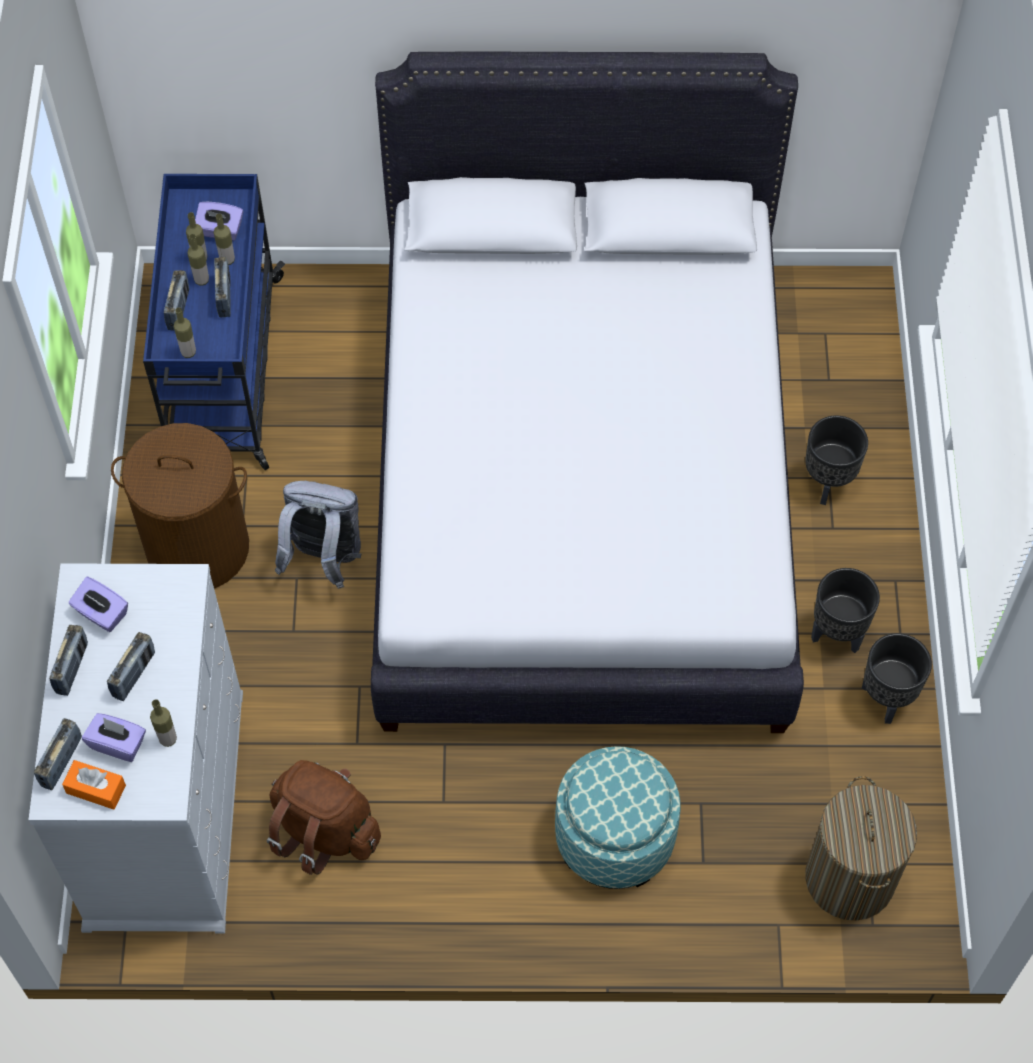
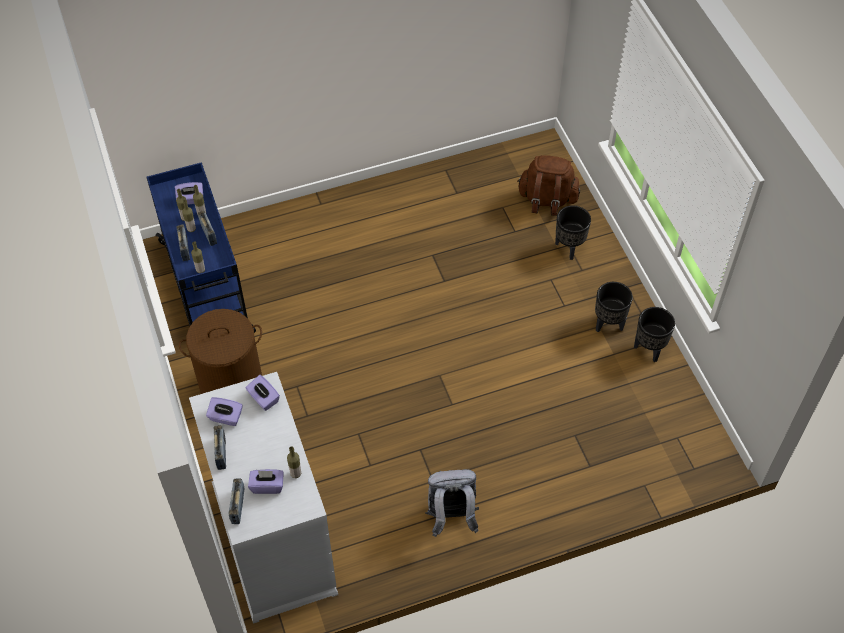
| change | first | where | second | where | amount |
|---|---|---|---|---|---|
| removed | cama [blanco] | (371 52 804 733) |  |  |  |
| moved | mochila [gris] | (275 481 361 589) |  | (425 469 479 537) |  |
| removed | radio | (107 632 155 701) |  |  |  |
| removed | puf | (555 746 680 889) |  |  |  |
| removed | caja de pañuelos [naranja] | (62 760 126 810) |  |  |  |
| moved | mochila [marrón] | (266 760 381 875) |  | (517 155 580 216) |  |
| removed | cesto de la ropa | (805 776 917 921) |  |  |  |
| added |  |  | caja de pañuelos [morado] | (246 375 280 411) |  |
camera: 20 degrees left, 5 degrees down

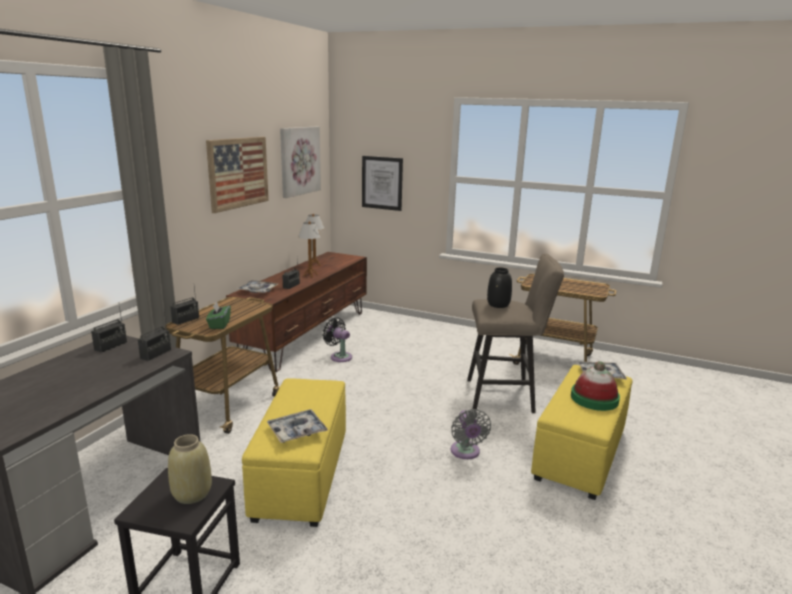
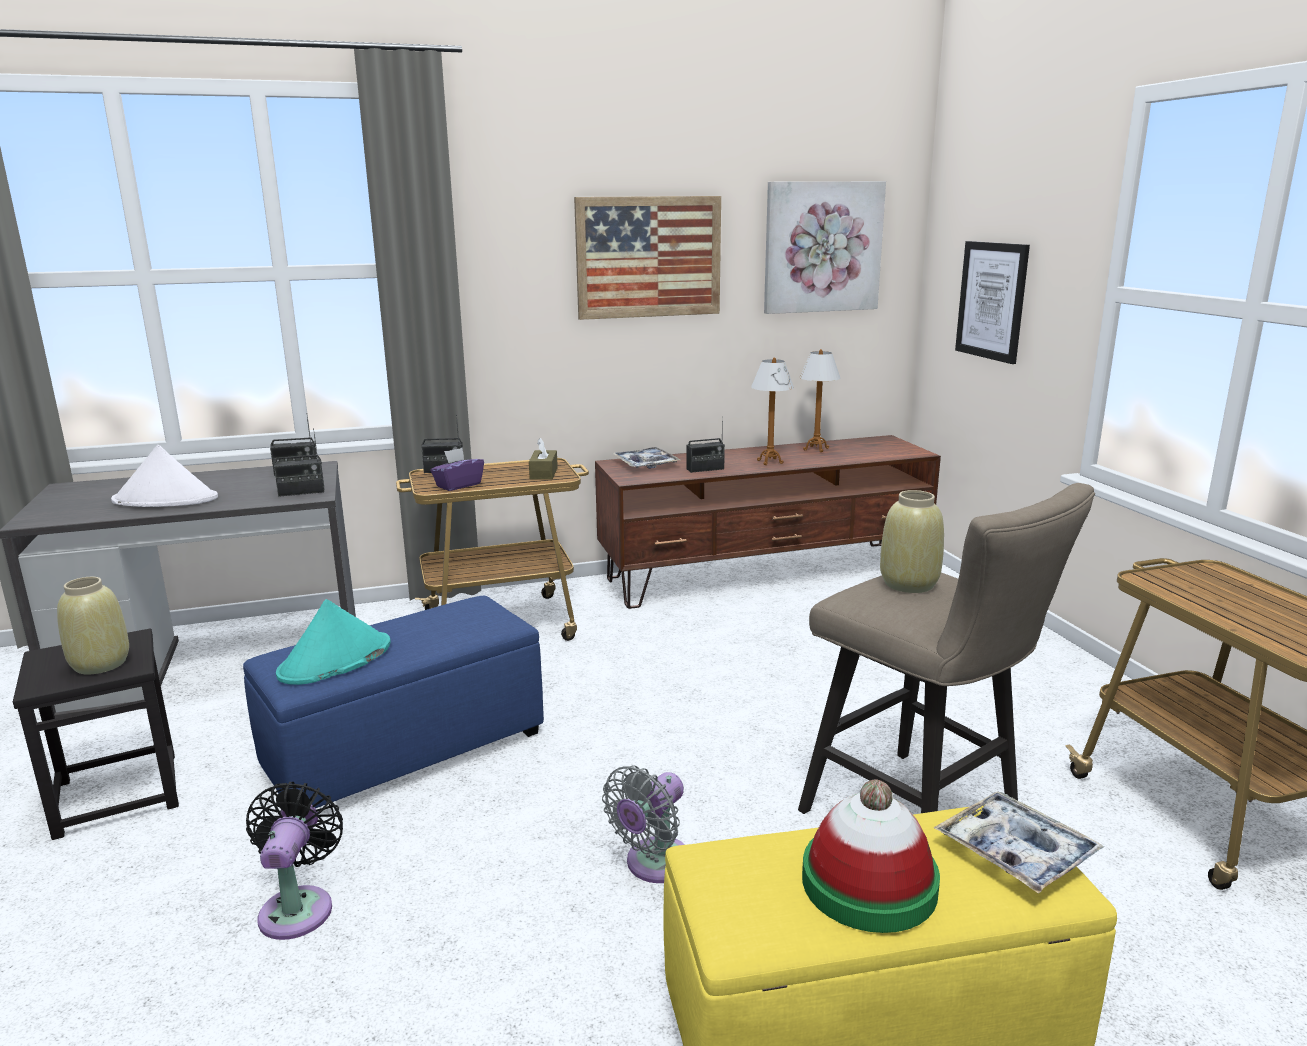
| change | first | where | second | where | amount |
|---|---|---|---|---|---|
| recoloured | florero [negro] | (487 267 512 308) | florero [beis] | (880 490 944 593) |  |
| recoloured | caja de pañuelos [verde] | (206 302 231 329) | caja de pañuelos [morado] | (430 448 484 491) |  |
| moved | ventilador [negro] | (323 317 352 362) |  | (246 782 343 940) |  |
| recoloured | puf [amarillo] | (242 378 346 527) | puf [azul] | (243 596 544 808) |  |
| replaced | bandeja | (267 409 328 443) | sombrero [turquesa] | (276 599 391 685) |  |
| added |  |  | caja de pañuelos [marrón] | (529 438 558 480) |  |
| added |  |  | sombrero [blanco] | (111 445 218 507) |  |
camera: 50 degrees right, 0 degrees up

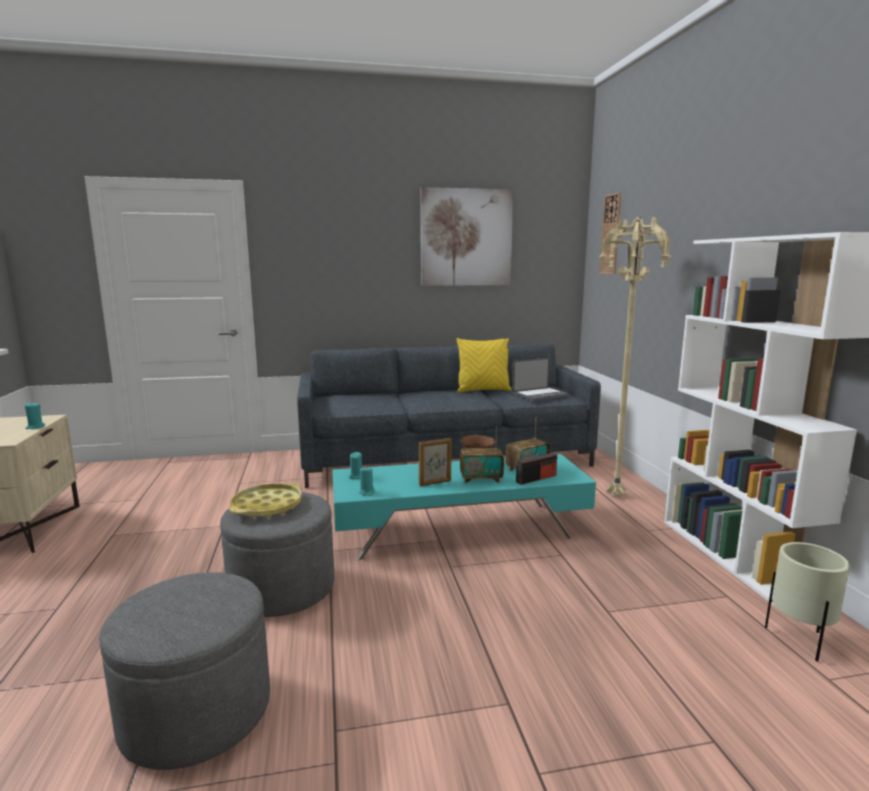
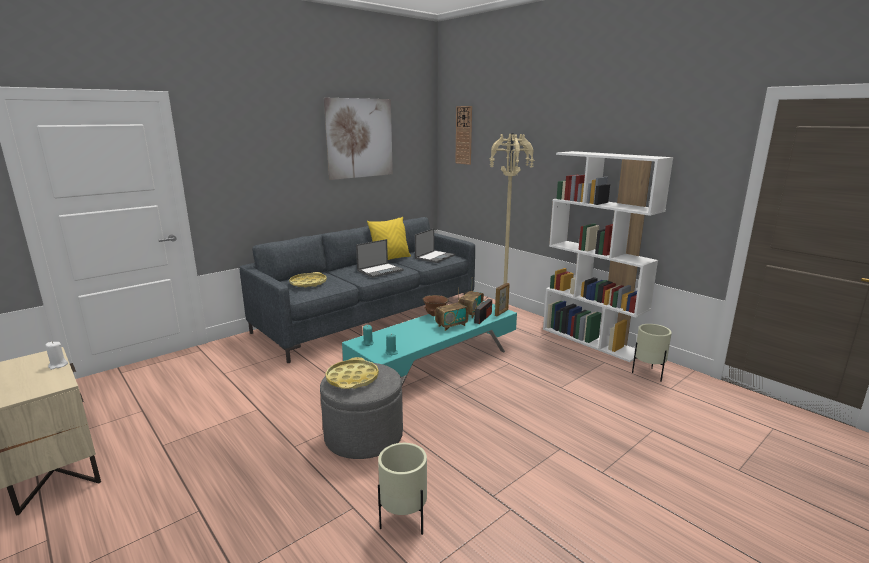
| change | first | where | second | where | amount |
|---|---|---|---|---|---|
| recoloured | vela [turquesa] | (25 402 45 429) | vela [blanco] | (46 342 68 370) |  |
| moved | portarretratos | (419 438 452 486) |  | (495 283 510 316) |  |
| replaced | puf [gris] | (99 572 270 770) | maceta [beis] | (378 443 427 535) |  |
| added |  |  | portátil | (356 239 404 278) |  |
| added |  |  | bandeja [amarillo] | (289 272 327 288) |  |
camera: 30 degrees left, 5 degrees up

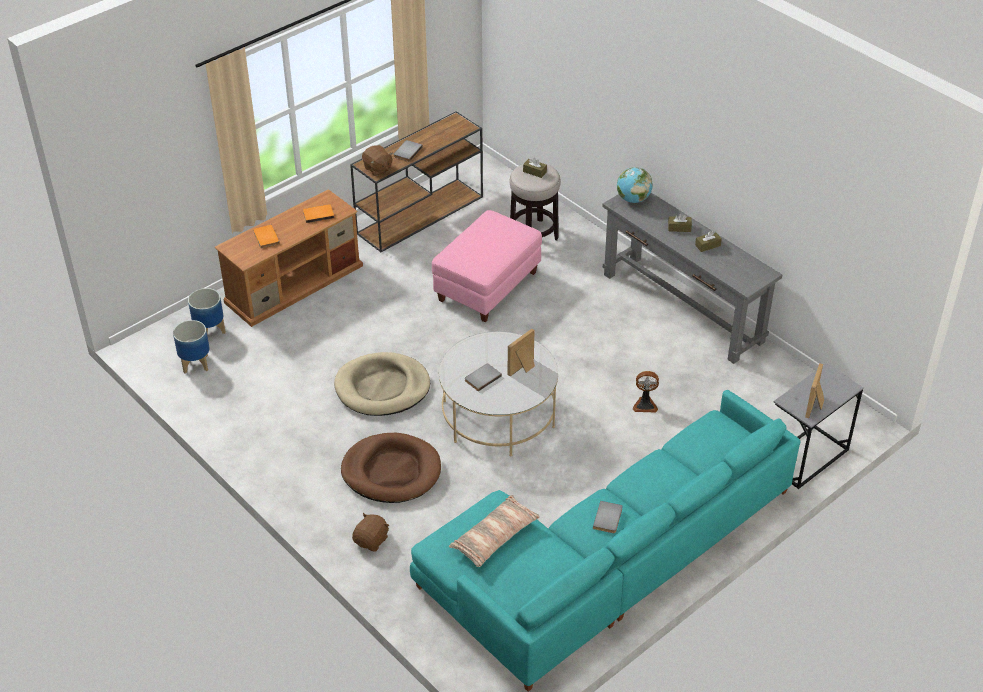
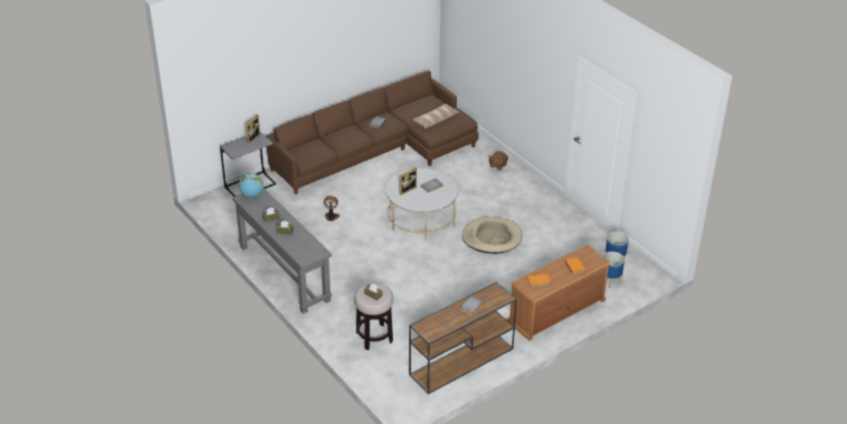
| change | first | where | second | where | amount |
|---|---|---|---|---|---|
| removed | peluche [marrón] | (362 145 393 176) |  |  |  |
| moved | globo terráqueo | (617 167 653 203) |  | (238 173 263 197) |  |
| removed | puf [rosa] | (432 210 542 322) |  |  |  |
| recoloured | sofá [turquesa] | (410 390 801 692) | sofá [marrón] | (266 71 479 194) |  |
| removed | cama para perro [marrón] | (341 433 441 503) |  |  |  |
camera: 175 degrees left, 5 degrees down

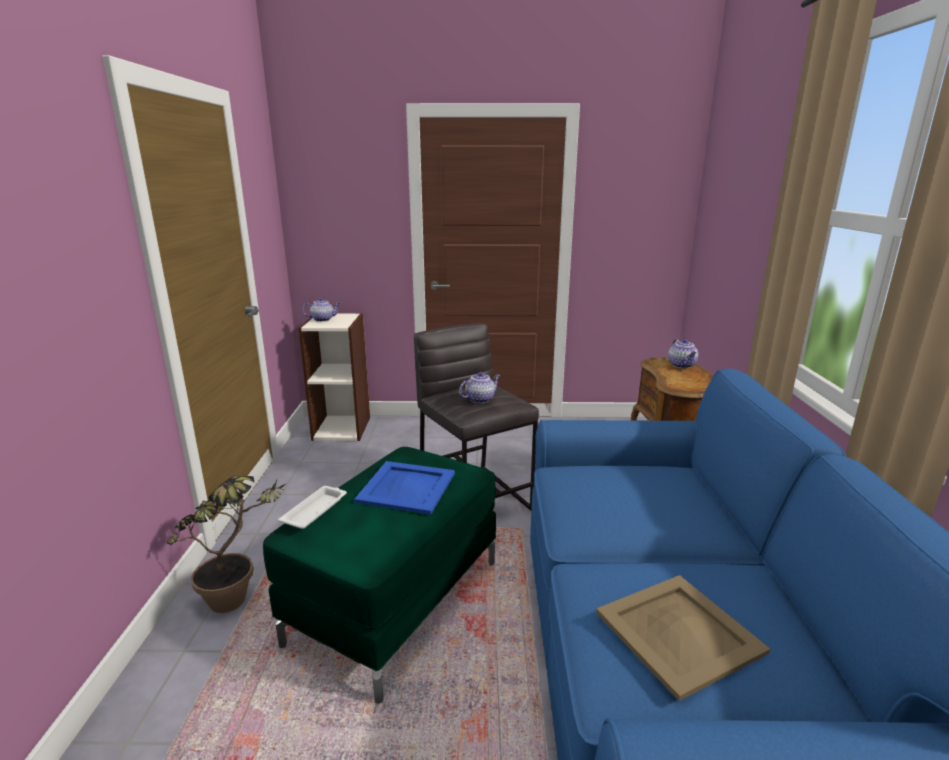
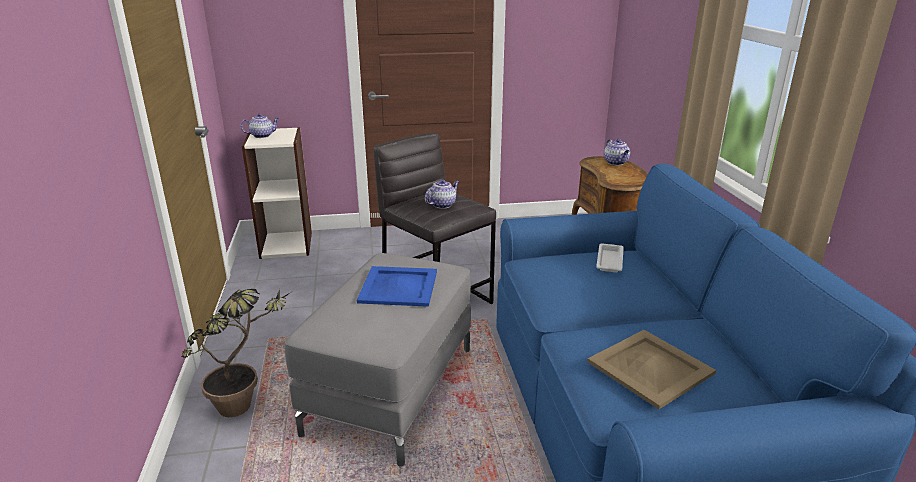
| change | first | where | second | where | amount |
|---|---|---|---|---|---|
| recoloured | puf [verde] | (263 447 496 704) | puf [gris] | (285 253 471 467) |  |
| moved | bandeja [blanco] | (278 486 347 529) |  | (596 243 624 272) |  |
camera: 10 degrees left, 5 degrees up

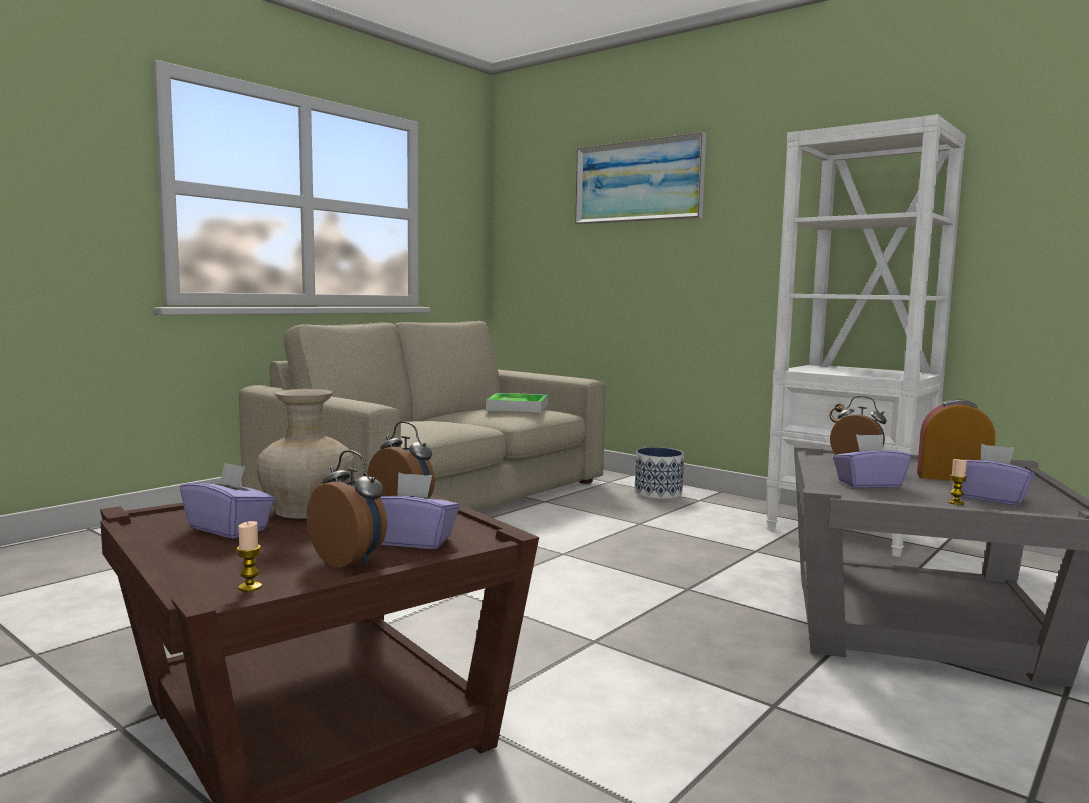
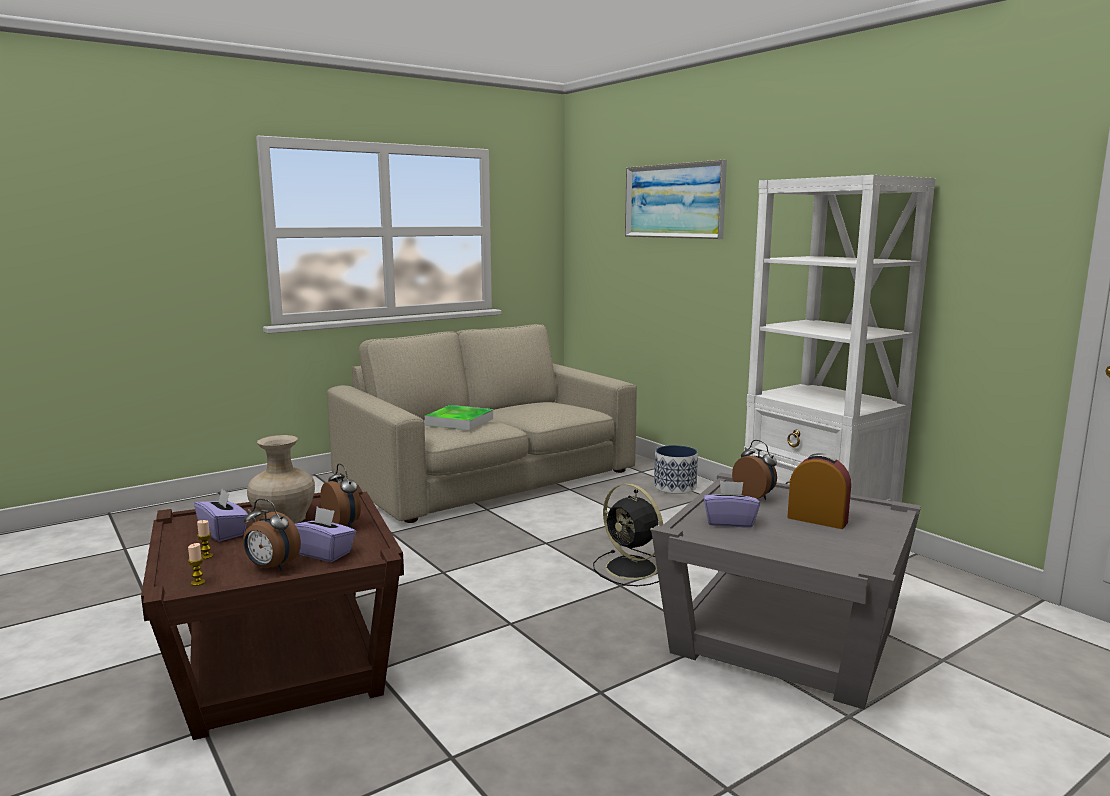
| change | first | where | second | where | amount |
|---|---|---|---|---|---|
| moved | bandeja | (486 393 548 413) |  | (425 405 493 431) |  |
| removed | caja de pañuelos [morado] | (961 444 1035 505) |  |  |  |
| turned | despertador | (306 450 387 568) |  | (243 499 301 571) | 150 degrees clockwise |
| moved | vela | (948 459 967 505) |  | (197 520 213 559) |  |
| added |  |  | ventilador [negro] | (593 483 663 586) |  |
camera: 15 degrees right, 5 degrees up

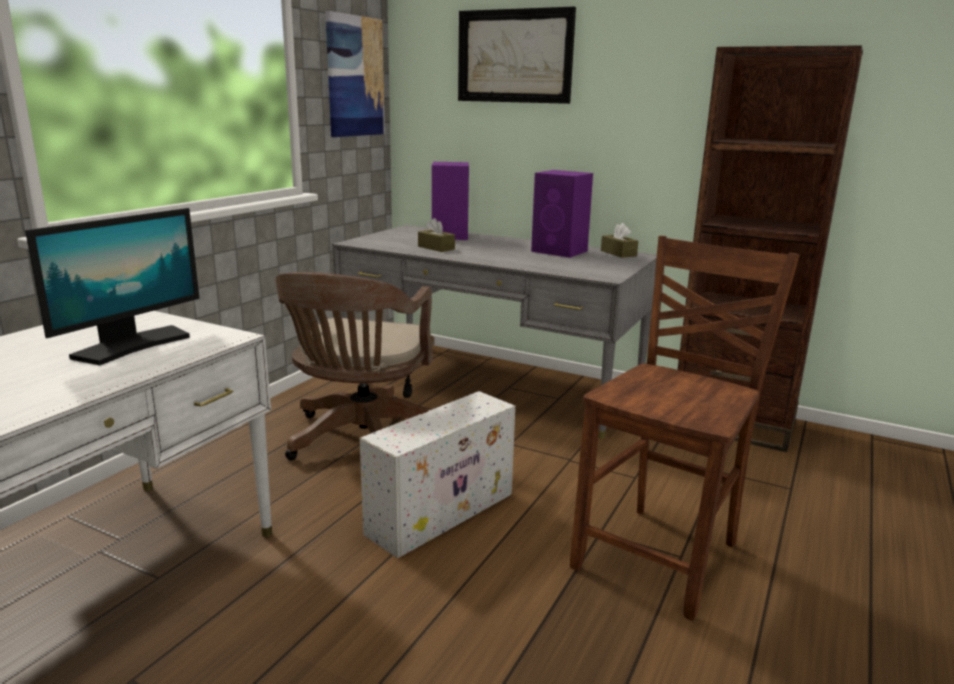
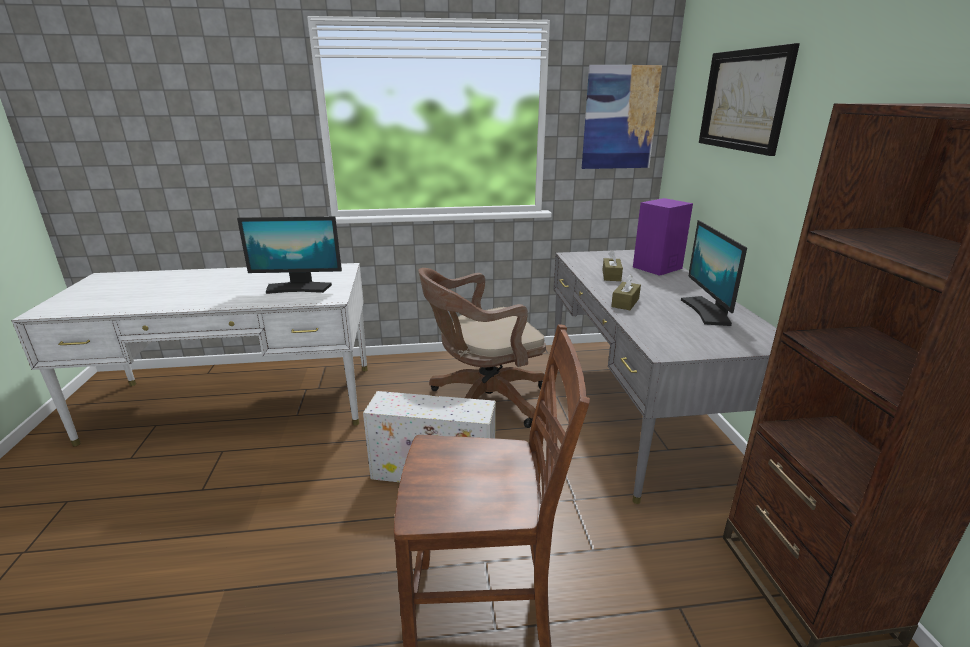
| change | first | where | second | where | amount |
|---|---|---|---|---|---|
| replaced | altavoz [morado] | (531 170 593 258) | monitor | (681 220 747 326) |  |
| moved | caja de pañuelos [marrón] | (601 223 638 258) |  | (611 274 641 310) |  |
camera: 55 degrees right, 5 degrees up

